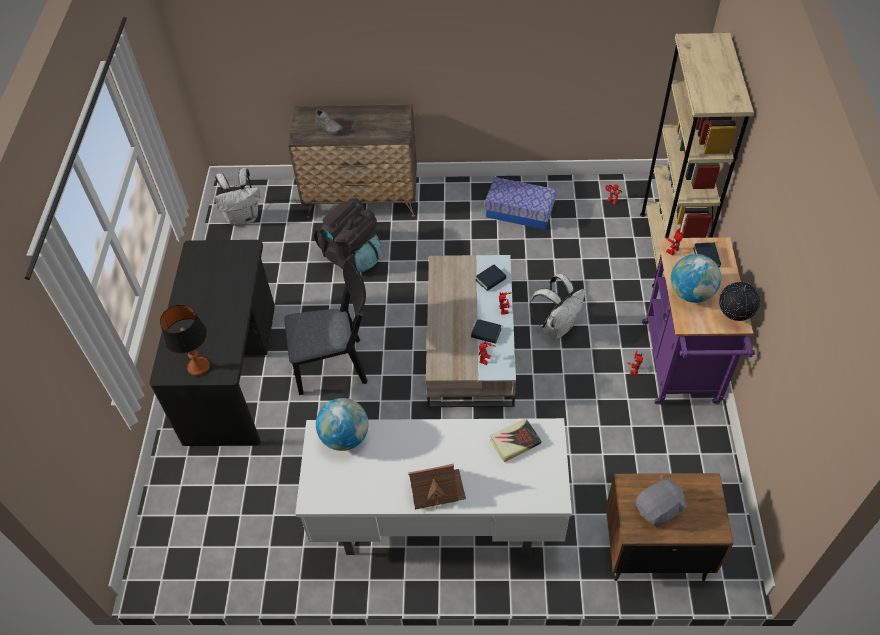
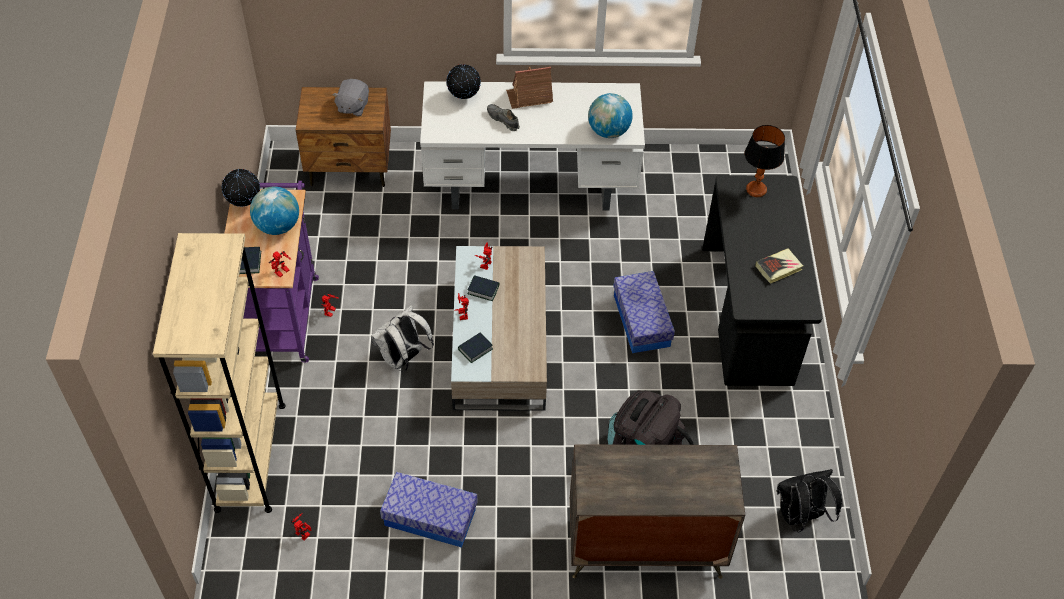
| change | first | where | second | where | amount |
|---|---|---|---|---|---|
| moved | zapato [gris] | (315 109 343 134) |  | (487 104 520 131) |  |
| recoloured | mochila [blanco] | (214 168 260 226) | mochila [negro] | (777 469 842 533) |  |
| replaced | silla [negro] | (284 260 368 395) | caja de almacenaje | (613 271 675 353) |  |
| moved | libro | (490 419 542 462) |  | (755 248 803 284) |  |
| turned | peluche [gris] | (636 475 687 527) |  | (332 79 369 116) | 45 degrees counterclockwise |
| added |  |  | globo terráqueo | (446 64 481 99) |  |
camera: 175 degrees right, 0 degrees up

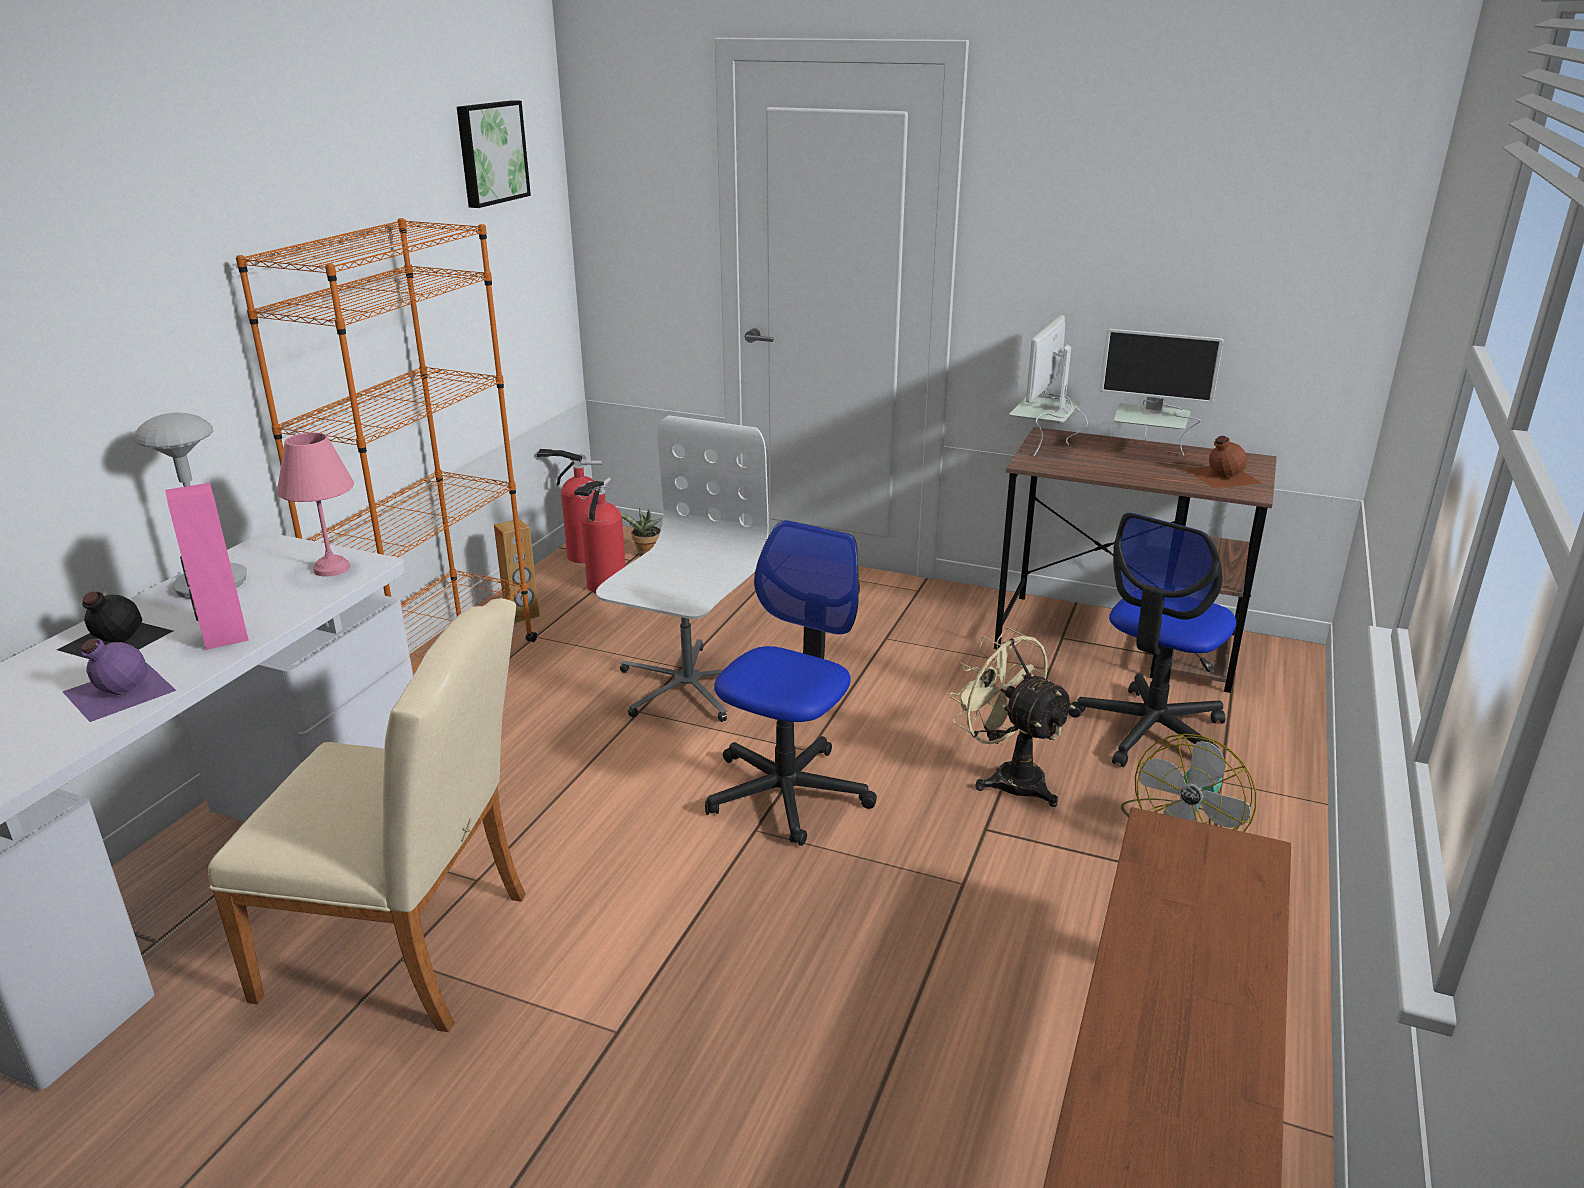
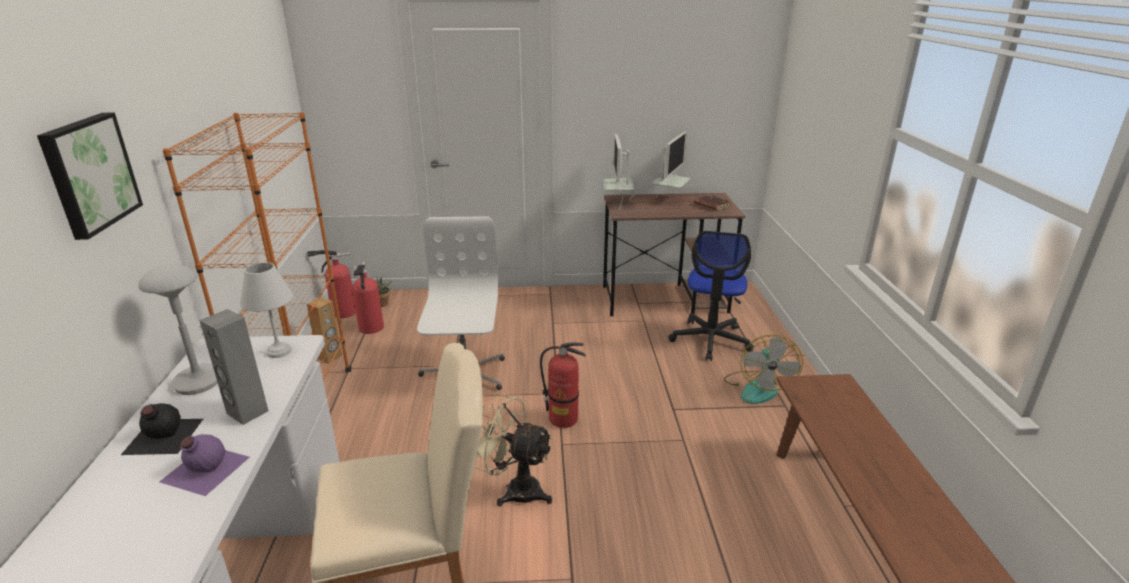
| change | first | where | second | where | amount |
|---|---|---|---|---|---|
| moved | cuadro | (457 100 531 208) |  | (37 113 143 240) |  |
| turned | monitor | (1100 329 1224 456) |  | (649 132 690 197) | 60 degrees counterclockwise |
| recoloured | lámpara de mesa [rosa] | (277 432 354 576) | lámpara de mesa [blanco] | (240 262 293 358) |  |
| replaced | botella [marrón] | (1184 436 1262 488) | libro [marrón] | (694 195 732 211) |  |
| recoloured | altavoz [rosa] | (165 483 249 650) | altavoz [gris] | (199 309 268 425) |  |
| replaced | silla de oficina | (705 520 877 846) | extintor | (540 342 586 428) |  |
| moved | ventilador [beis] | (949 627 1075 807) |  | (474 394 553 506) |  |
camera: 25 degrees left, 0 degrees up

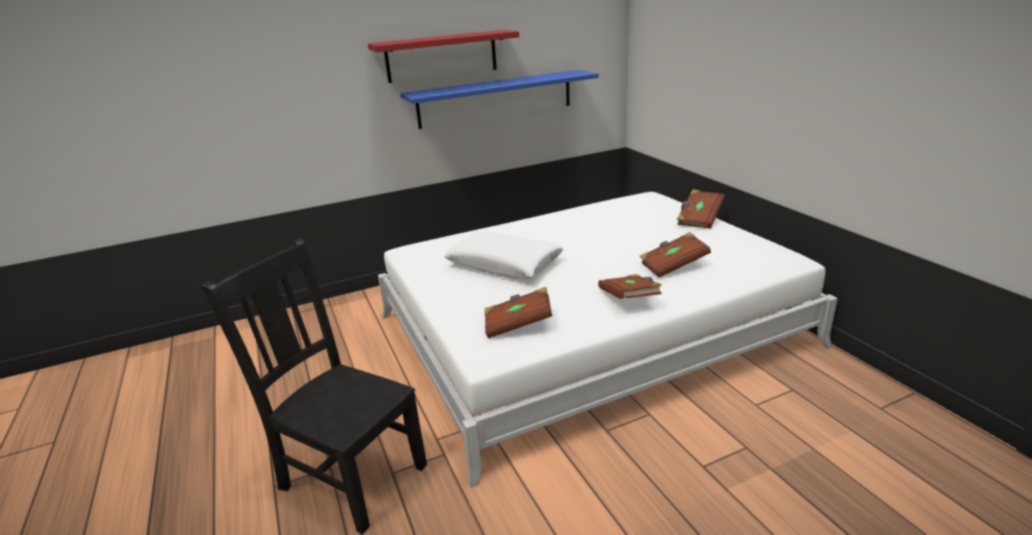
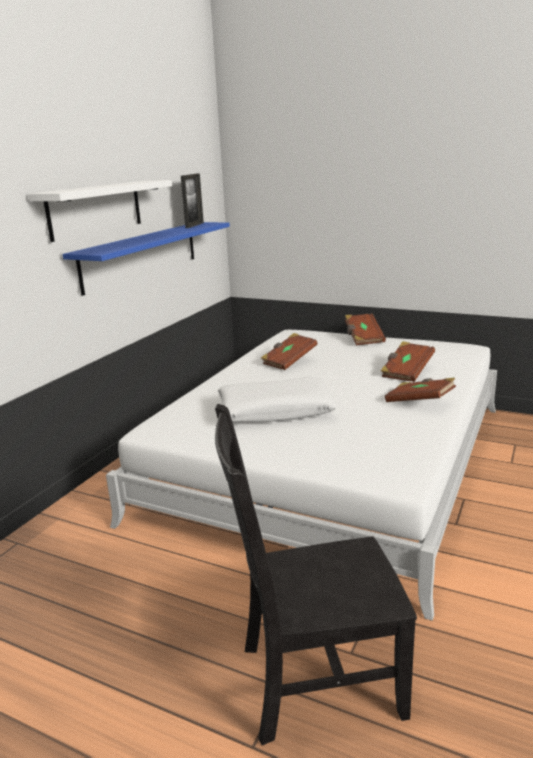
| change | first | where | second | where | amount |
|---|---|---|---|---|---|
| recoloured | estante [rojo] | (368 30 519 83) | estante [blanco] | (28 180 172 242) |  |
| moved | libro [marrón] | (485 287 552 338) |  | (261 333 318 370) |  |
| added |  |  | portarretratos | (181 173 204 228) |  |
camera: 40 degrees left, 5 degrees down

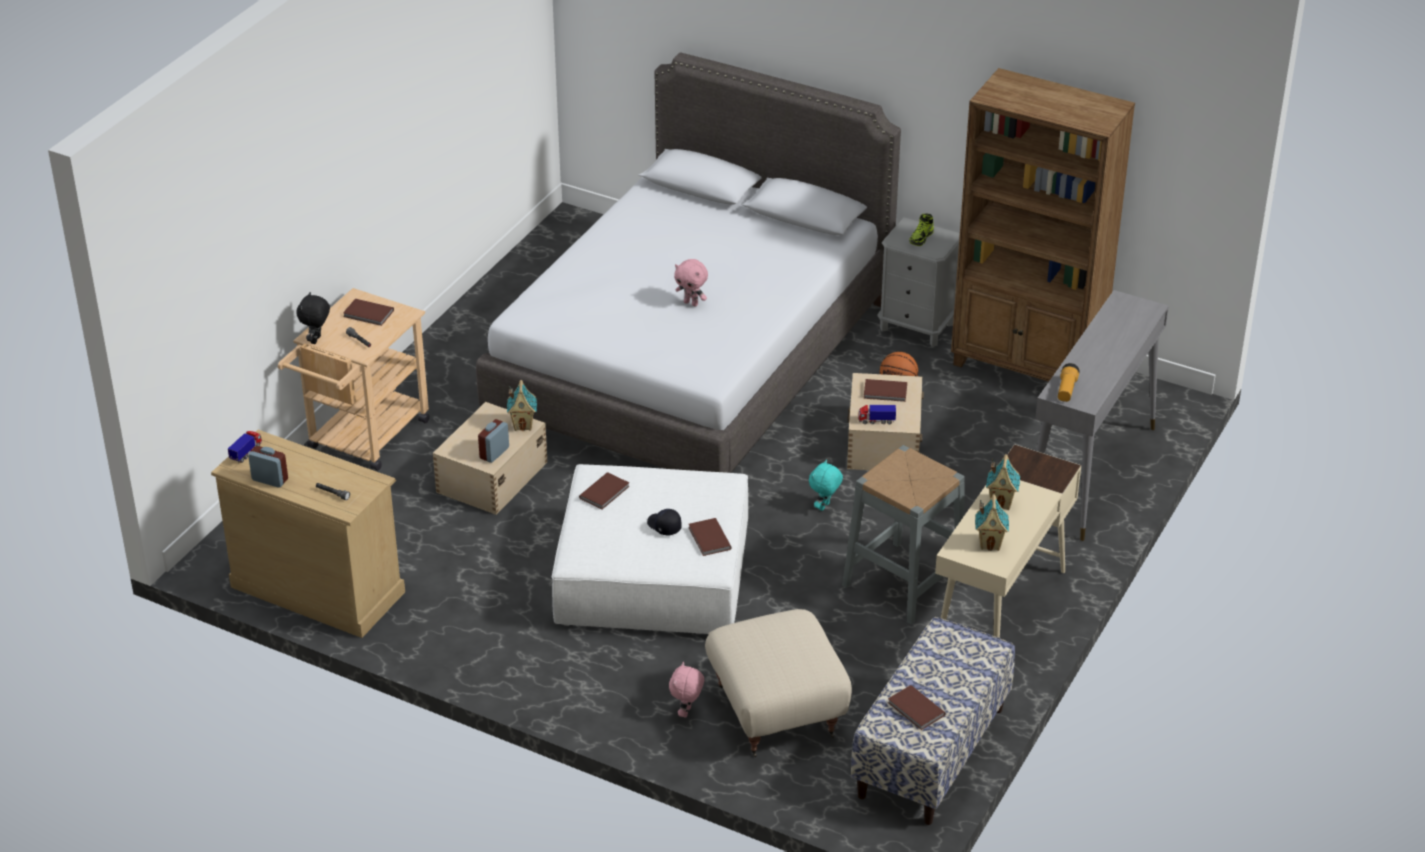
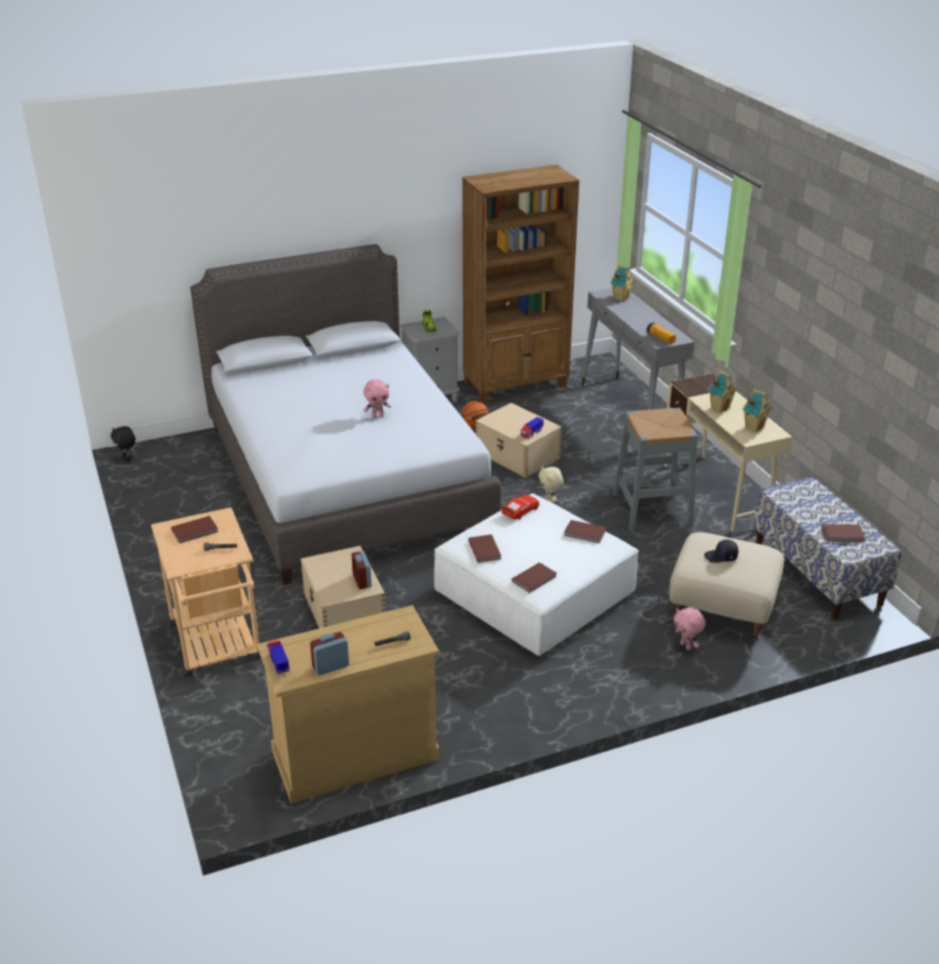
| change | first | where | second | where | amount |
|---|---|---|---|---|---|
| moved | peluche [negro] | (296 292 330 344) |  | (111 426 136 462) |  |
| moved | libro [marrón] | (864 379 907 402) |  | (512 562 557 593) |  |
| moved | casita | (507 380 537 431) |  | (610 264 635 302) |  |
| recoloured | peluche [turquesa] | (809 459 843 511) | peluche [beis] | (539 466 563 503) |  |
| moved | gorra [negro] | (647 509 682 536) |  | (704 539 738 563) |  |
| added |  |  | coche de juguete [rojo] | (501 495 540 520) |  |
camera: 50 degrees left, 5 degrees down

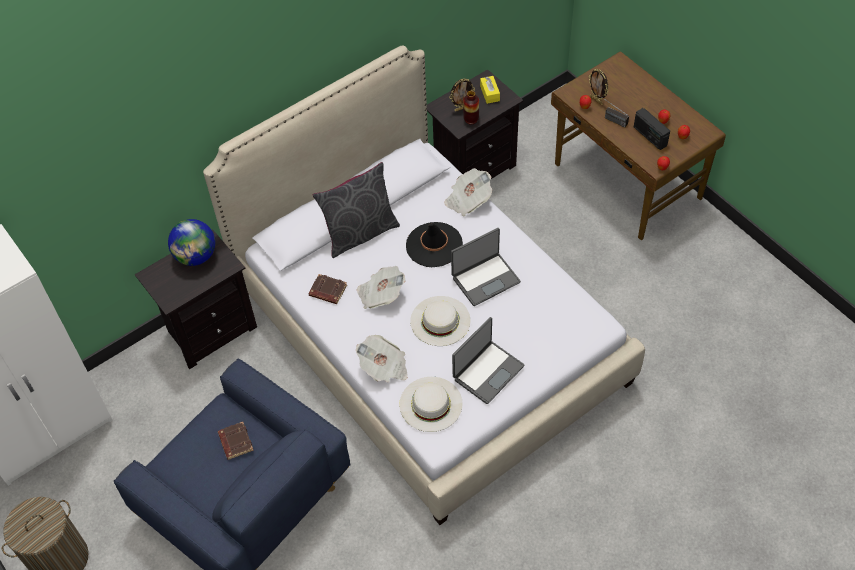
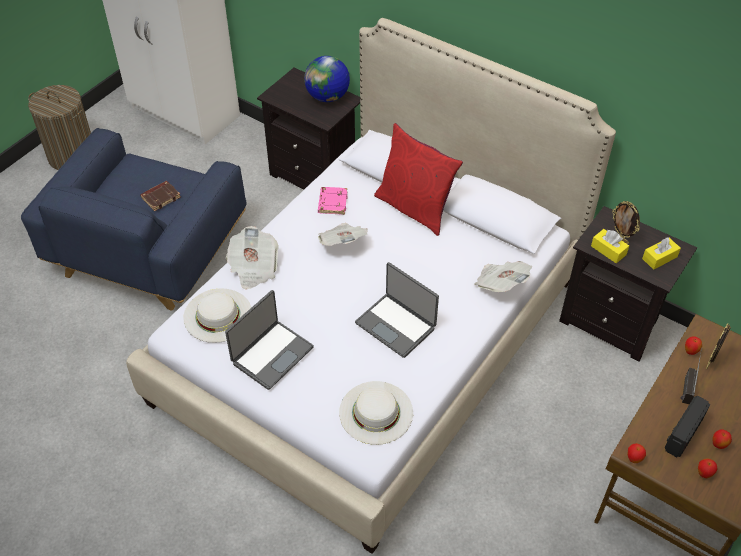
| change | first | where | second | where | amount |
|---|---|---|---|---|---|
| replaced | florero | (463 91 479 125) | caja de pañuelos [amarillo] | (591 229 629 263) |  |
| recoloured | cojín [gris] | (313 162 400 258) | cojín [rojo] | (374 123 463 236) |  |
| removed | sombrero [negro] | (406 222 463 267) |  |  |  |
| recoloured | libro [marrón] | (309 274 347 304) | libro [rosa] | (318 187 348 215) |  |
| moved | sombrero [blanco] | (410 296 470 346) |  | (339 381 413 445) |  |
| turned | portátil | (452 317 524 404) |  | (225 290 314 390) | 75 degrees counterclockwise |
camera: 70 degrees right, 5 degrees down

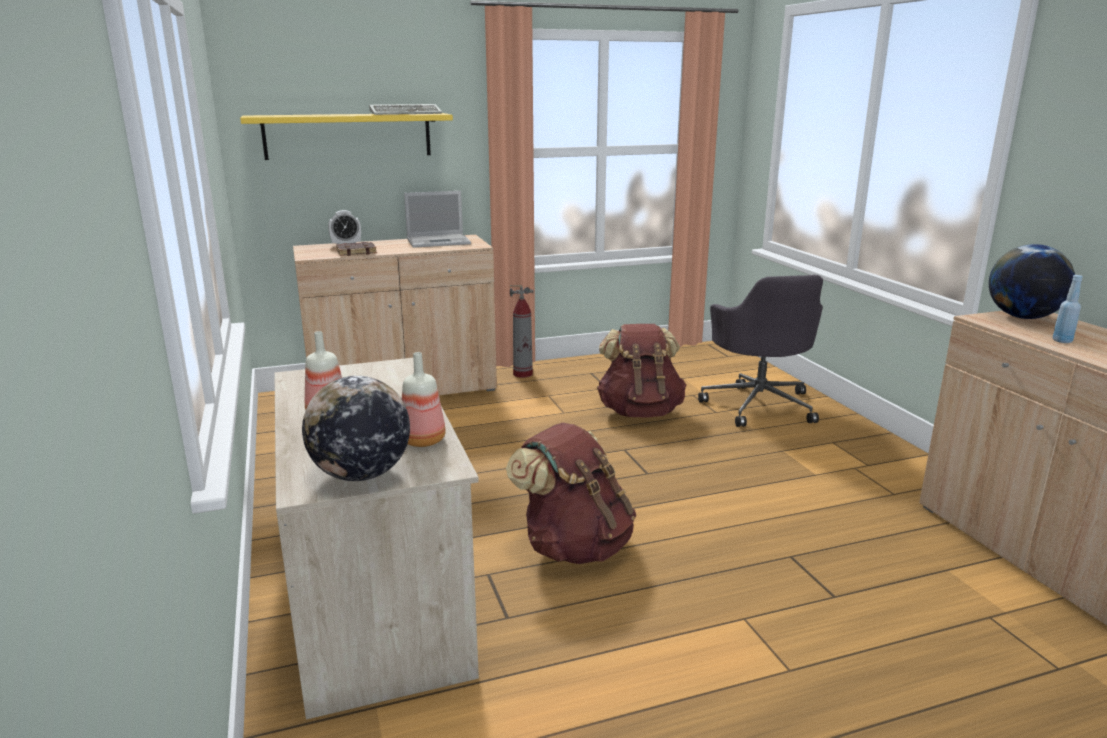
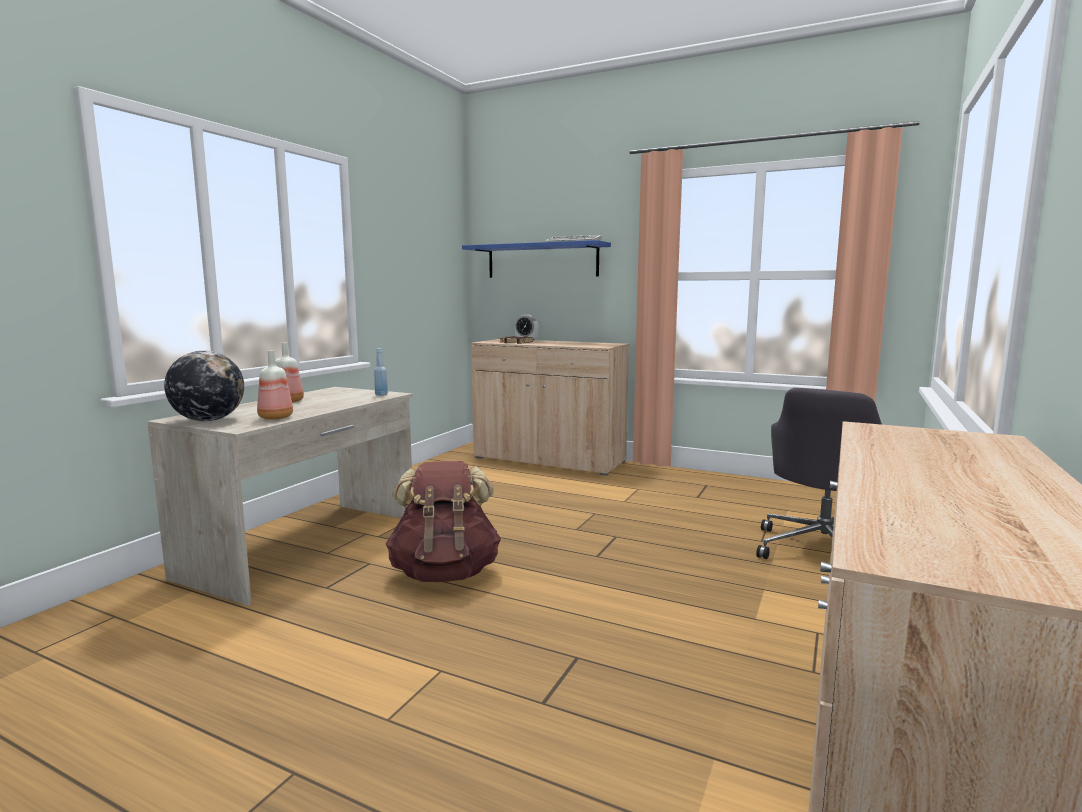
| change | first | where | second | where | amount |
|---|---|---|---|---|---|
| recoloured | estante [amarillo] | (240 113 453 160) | estante [azul] | (462 240 611 278) |  |
| removed | portátil | (404 191 471 248) |  |  |  |
| removed | globo terráqueo | (989 244 1075 319) |  |  |  |
| moved | botella [azul] | (1053 275 1083 343) |  | (374 348 388 396) |  |
| removed | extintor | (510 285 534 378) |  |  |  |
| removed | mochila [marrón] | (597 324 686 418) |  |  |  |
camera: 45 degrees right, 10 degrees down

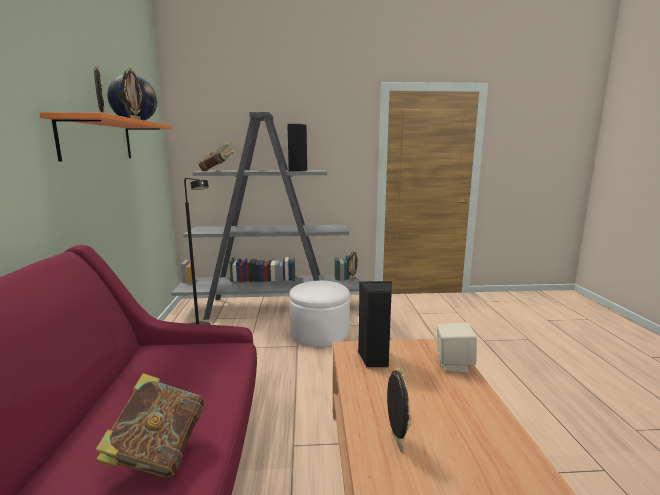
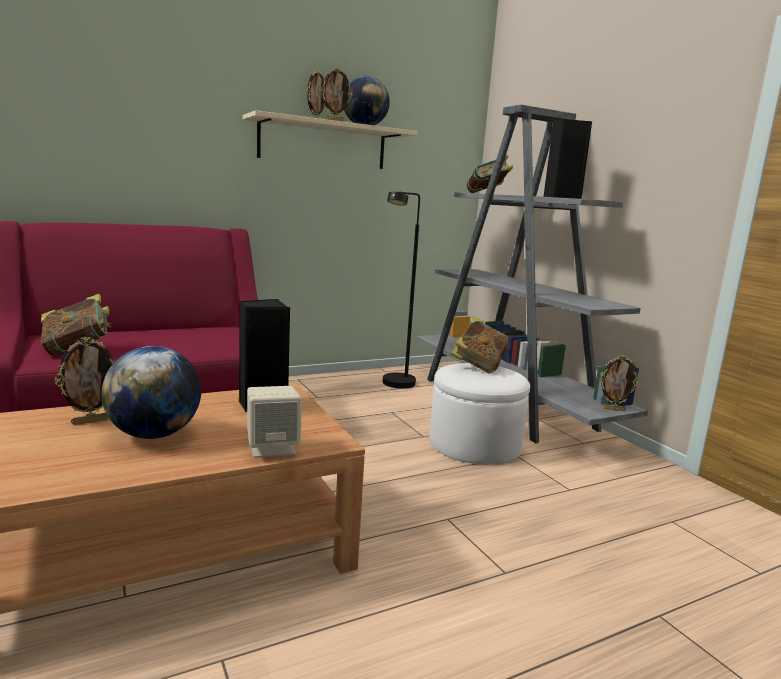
| change | first | where | second | where | amount |
|---|---|---|---|---|---|
| recoloured | estante [naranja] | (39 112 172 161) | estante [beis] | (243 110 417 169) |  |
| added |  |  | libro | (451 316 510 373) |  |
| added |  |  | globo terráqueo | (101 346 201 439) |  |
camera: 65 degrees right, 0 degrees up

